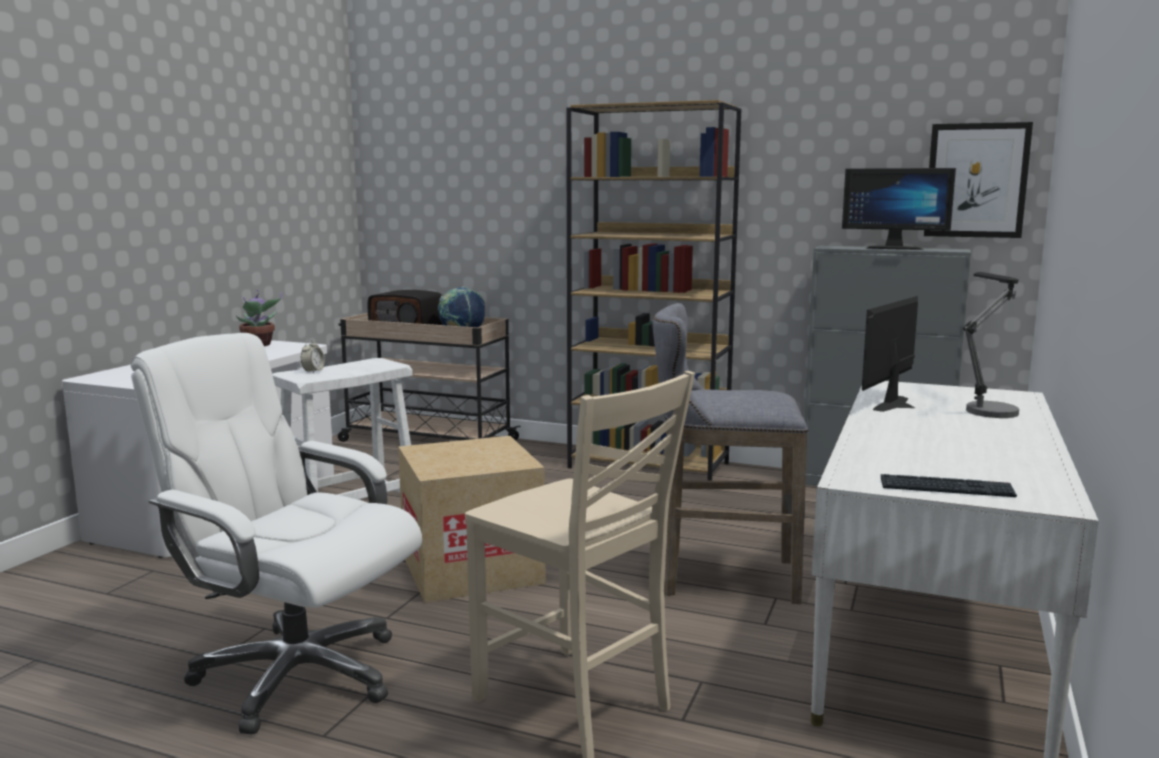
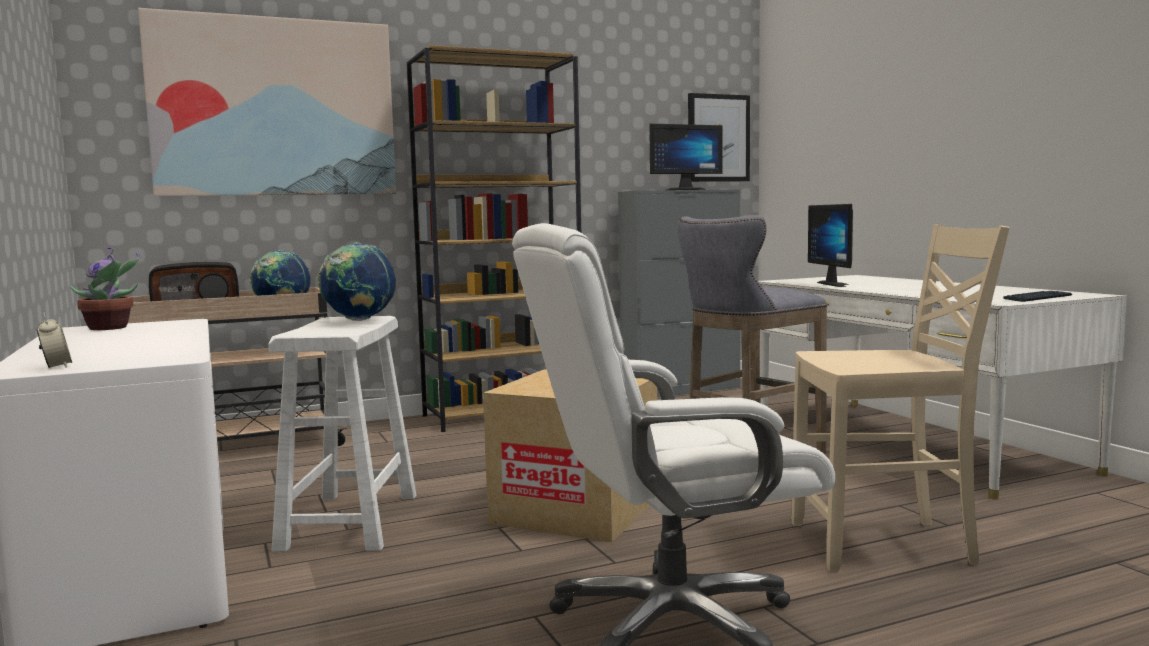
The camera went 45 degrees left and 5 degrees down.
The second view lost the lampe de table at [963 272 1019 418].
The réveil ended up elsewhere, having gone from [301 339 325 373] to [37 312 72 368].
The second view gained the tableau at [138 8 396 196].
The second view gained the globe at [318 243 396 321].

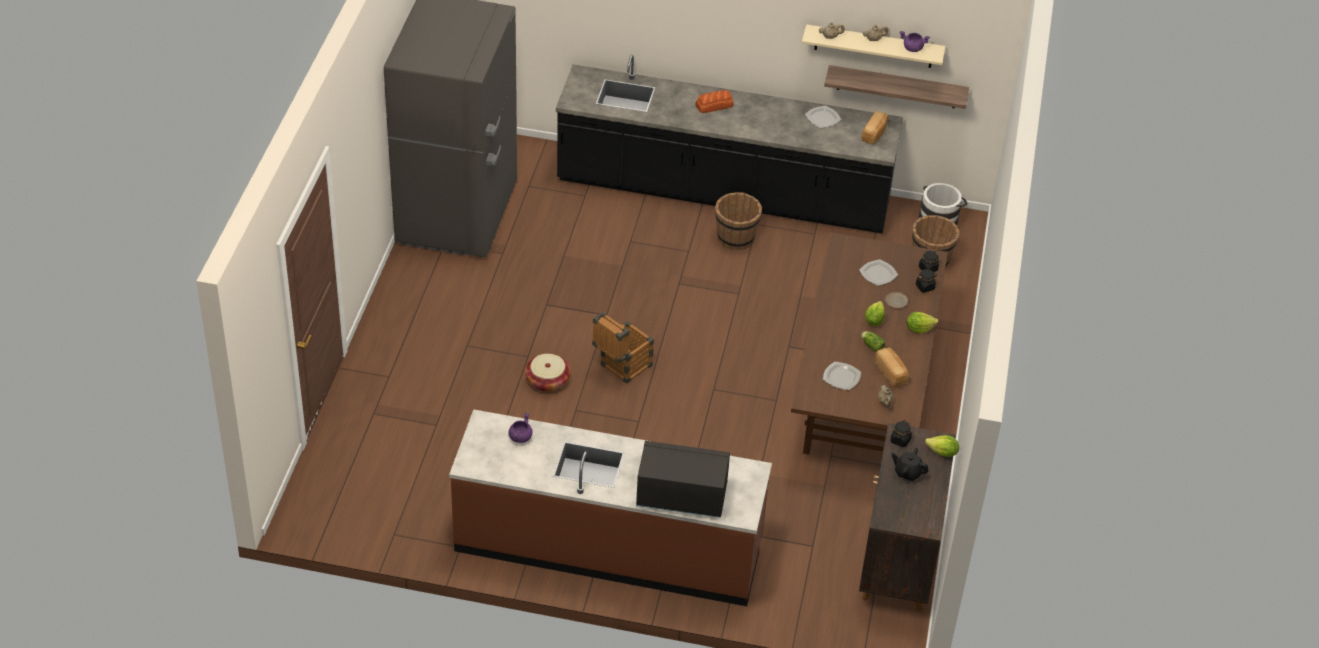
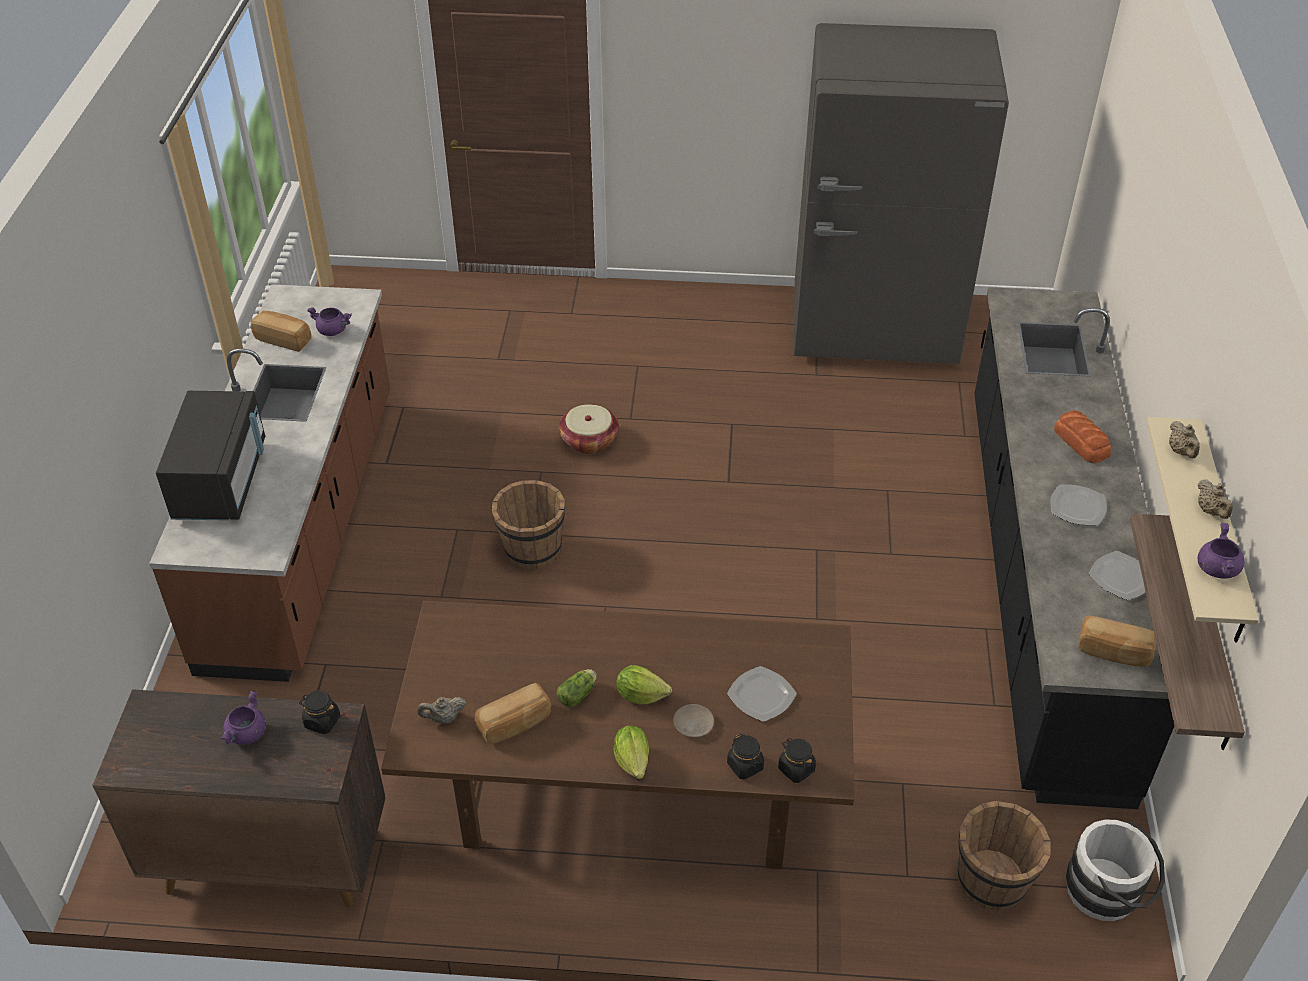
The camera went 85 degrees right and 0 degrees up.
The seau [marron] ended up elsewhere, having gone from [715 192 762 250] to [492 480 565 569].
The second view lost the caisse at [592 311 654 384].
The assiette ended up elsewhere, having gone from [823 362 861 390] to [1050 484 1107 526].
The second view lost the laitue at [925 435 959 457].
Where the théière [noir] stood at [891 448 928 481], the marmite [violet] came to stand at [221 691 266 745].
The second view gained the pain at [251 311 311 352].

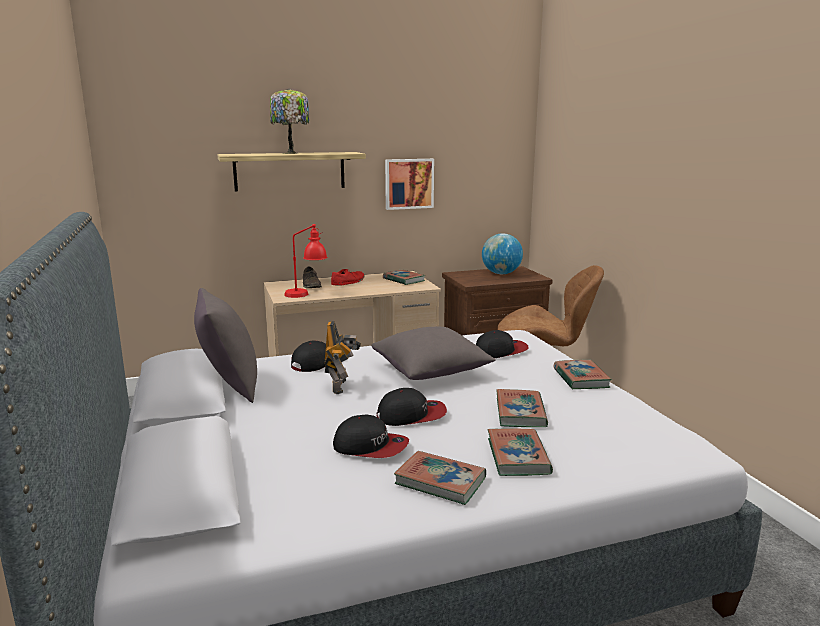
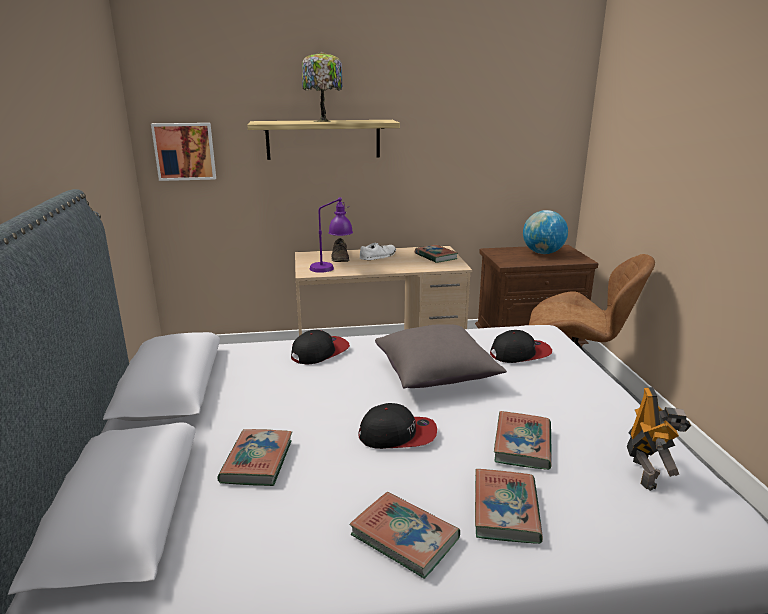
The camera went 10 degrees right and 5 degrees up.
The tableau ended up elsewhere, having gone from [385 159 434 210] to [151 123 216 181].
What was the lampe de table [rouge] at [284 224 327 298] turned into the lampe de table [violet] at [310 197 353 273].
What was the chaussure [rouge] at [331 269 365 286] turned into the chaussure [blanc] at [360 243 396 260].
The second view lost the coussin [gris] at [194 288 257 403].
The robot jouet ended up elsewhere, having gone from [324 321 361 394] to [627 387 691 491].
The livre ended up elsewhere, having gone from [553 360 612 389] to [217 429 292 486].
The second view lost the casquette at [333 415 409 458].

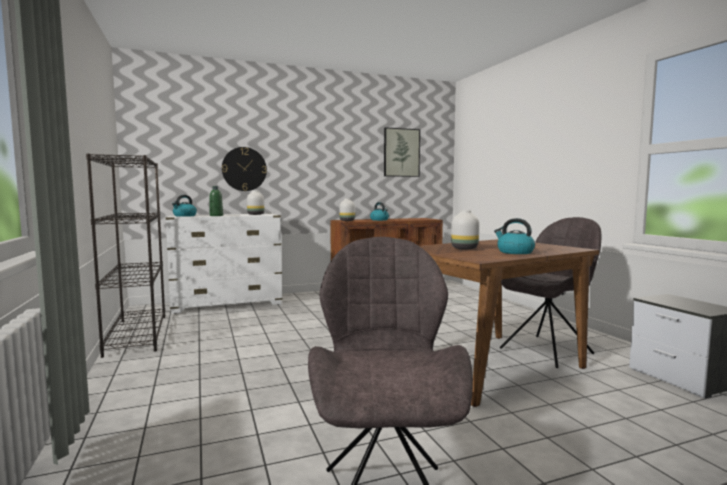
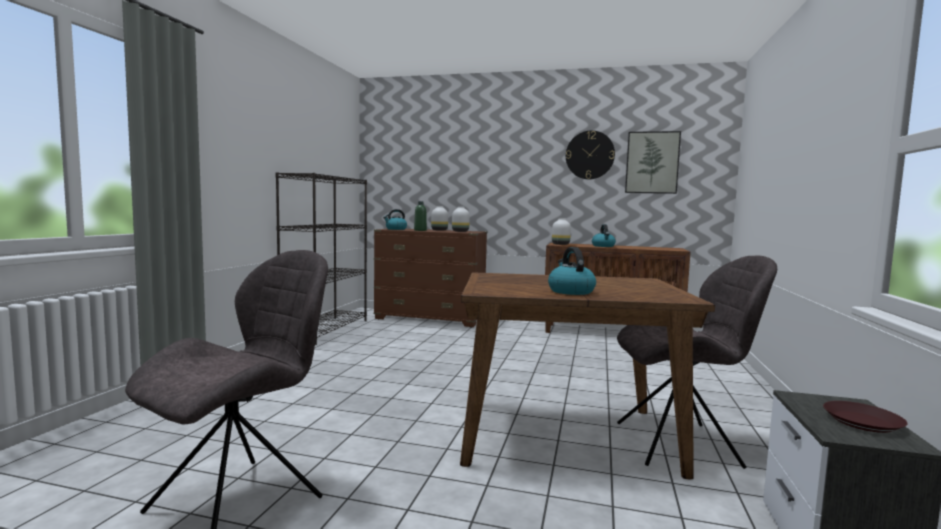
The camera went 35 degrees right and 0 degrees up.
The horloge murale ended up elsewhere, having gone from [222 147 267 191] to [566 130 615 179].
The vase [blanc] ended up elsewhere, having gone from [451 210 479 249] to [431 206 448 231].
What was the commode [blanc] at [166 213 282 314] turned into the commode [marron] at [374 229 487 328].
The second view gained the assiette [marron] at [823 401 908 433].

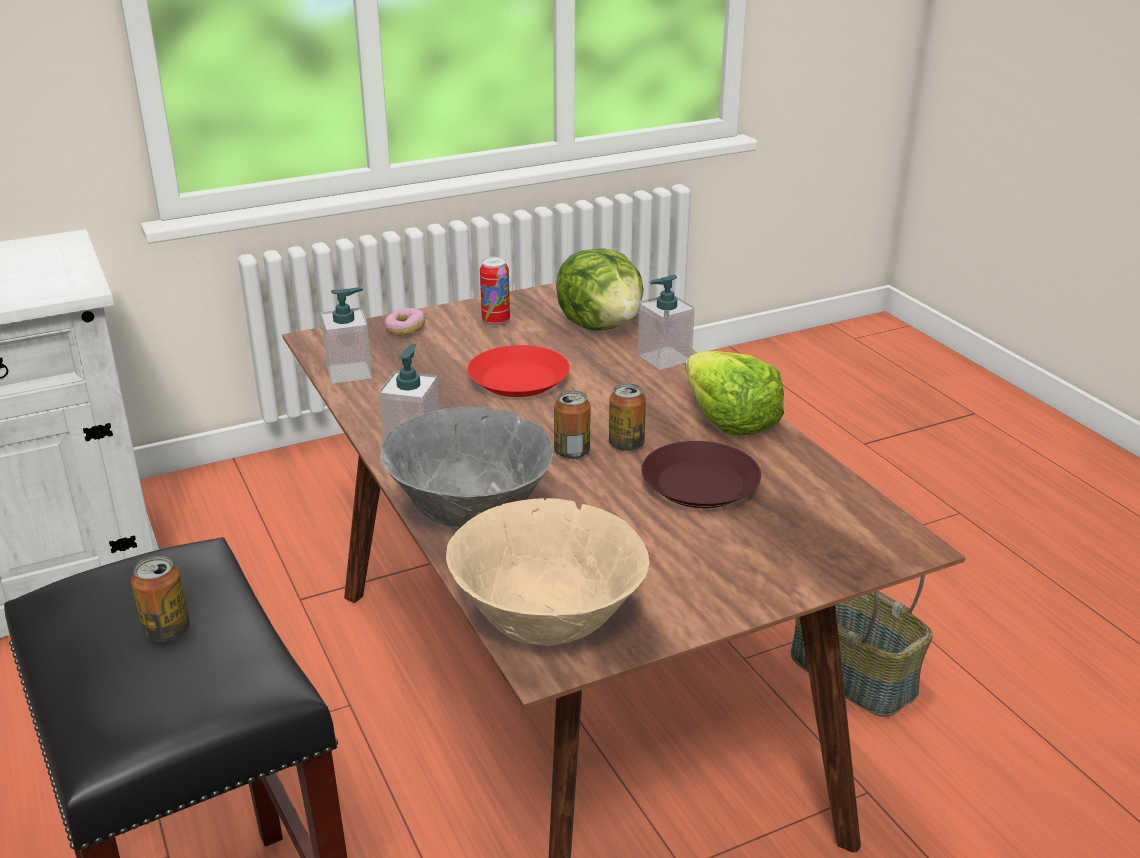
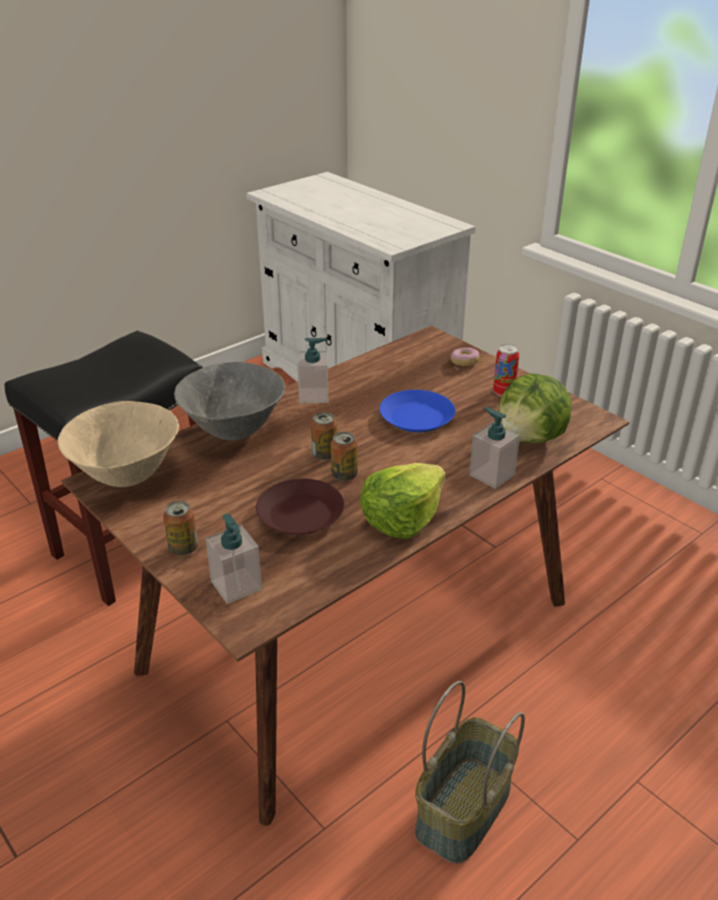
The camera went 75 degrees right and 5 degrees up.
The distributeur de savon ended up elsewhere, having gone from [321 287 372 384] to [205 514 262 604].
What was the assiette [rouge] at [467 345 570 397] turned into the assiette [bleu] at [380 390 455 432].
The boîte métallique ended up elsewhere, having gone from [131 556 190 641] to [163 501 198 555].

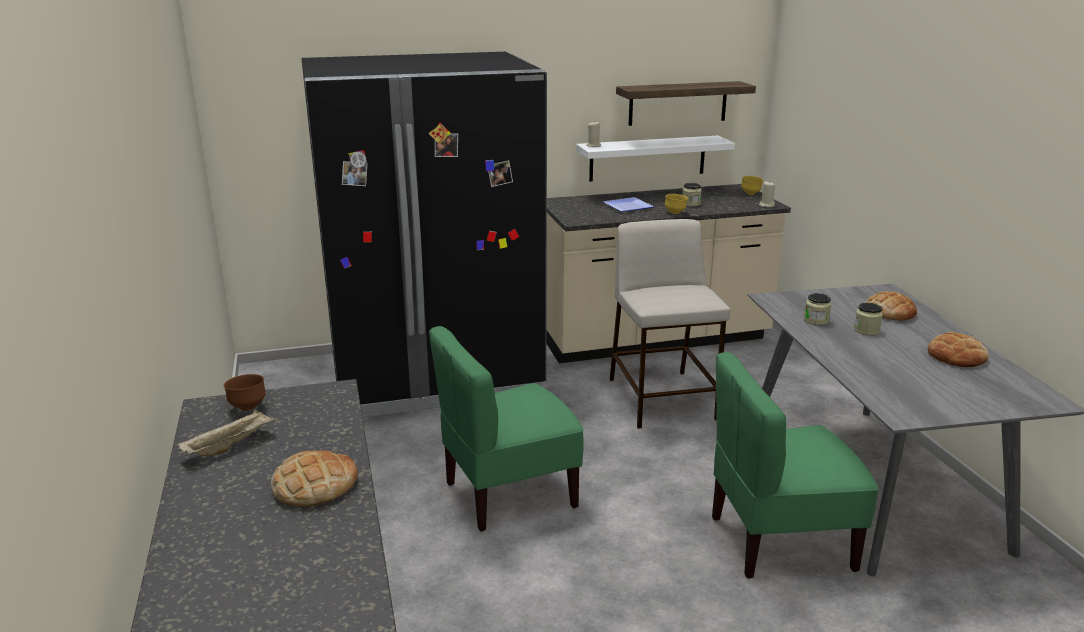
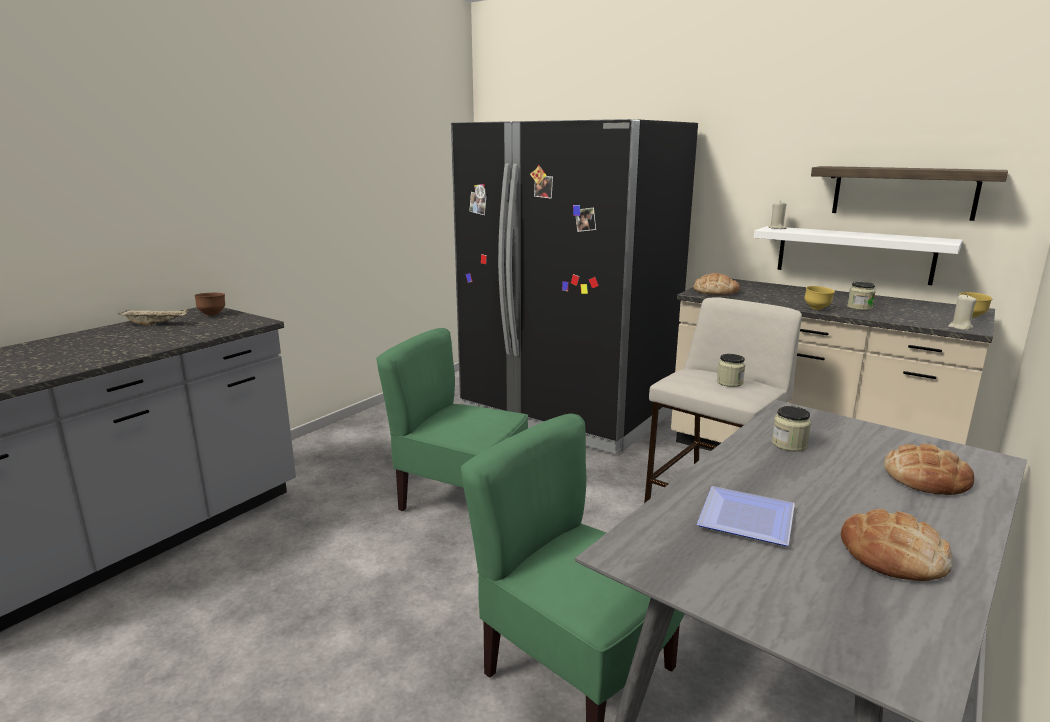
The camera went 50 degrees right and 5 degrees down.
The assiette ended up elsewhere, having gone from [603 197 654 212] to [697 486 795 546].
The bocal ended up elsewhere, having gone from [854 303 883 335] to [717 354 745 387].
The pain ended up elsewhere, having gone from [271 450 358 507] to [693 273 740 295].

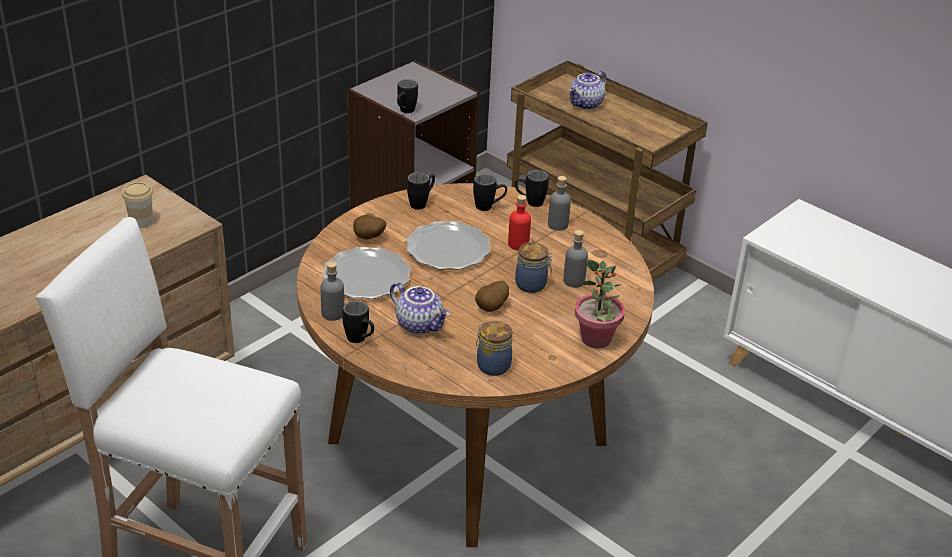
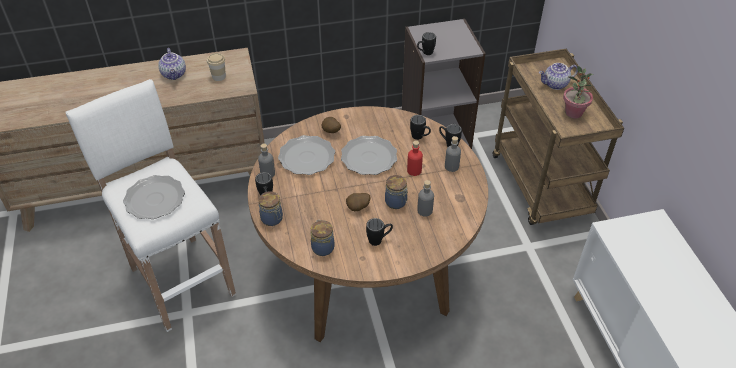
The camera went 35 degrees right and 10 degrees up.
The mug [noir] ended up elsewhere, having gone from [407 172 435 210] to [366 218 393 246].
The plante en pot ended up elsewhere, having gone from [575 260 625 349] to [563 66 593 119].
The théière ended up elsewhere, having gone from [390 282 450 334] to [158 48 186 80].
The second view gained the assiette at [123 175 185 219].
The second view gained the bocal at [258 191 283 226].

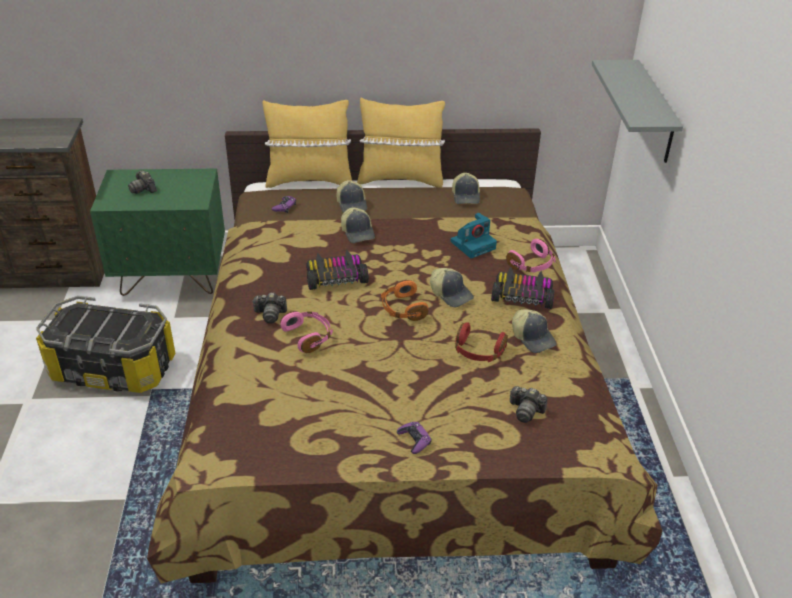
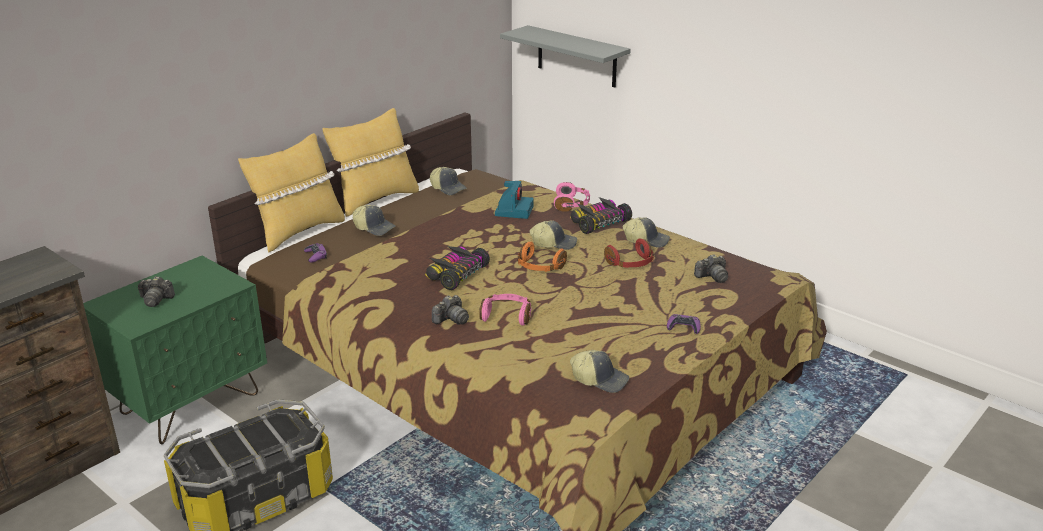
The camera went 45 degrees left and 10 degrees down.
The casquette ended up elsewhere, having gone from [341 208 375 243] to [570 350 629 393].

